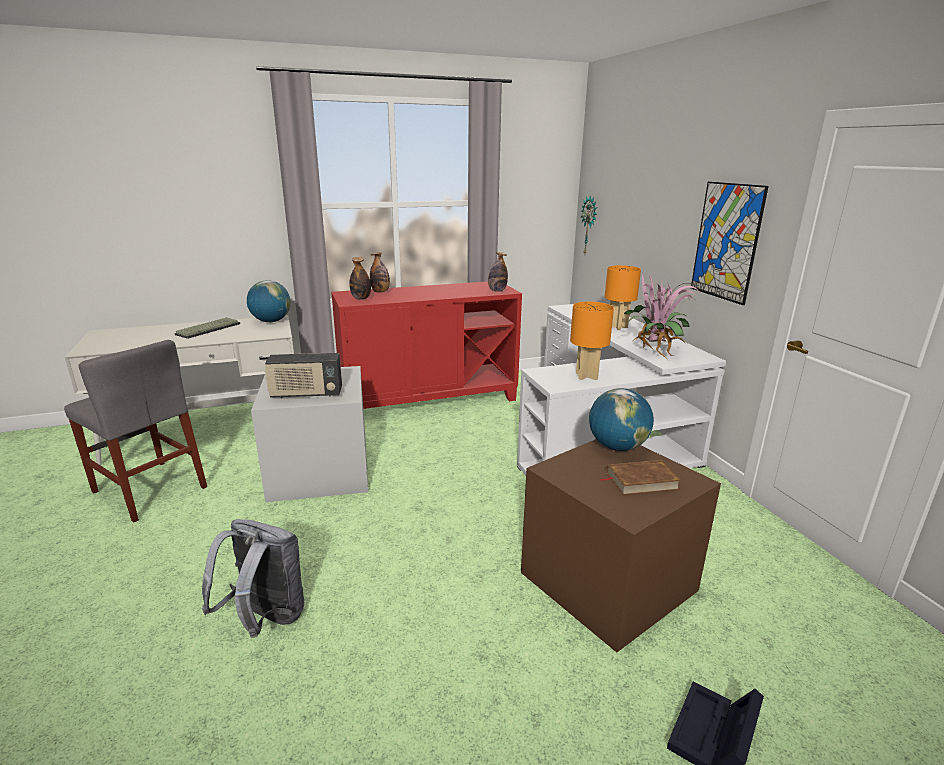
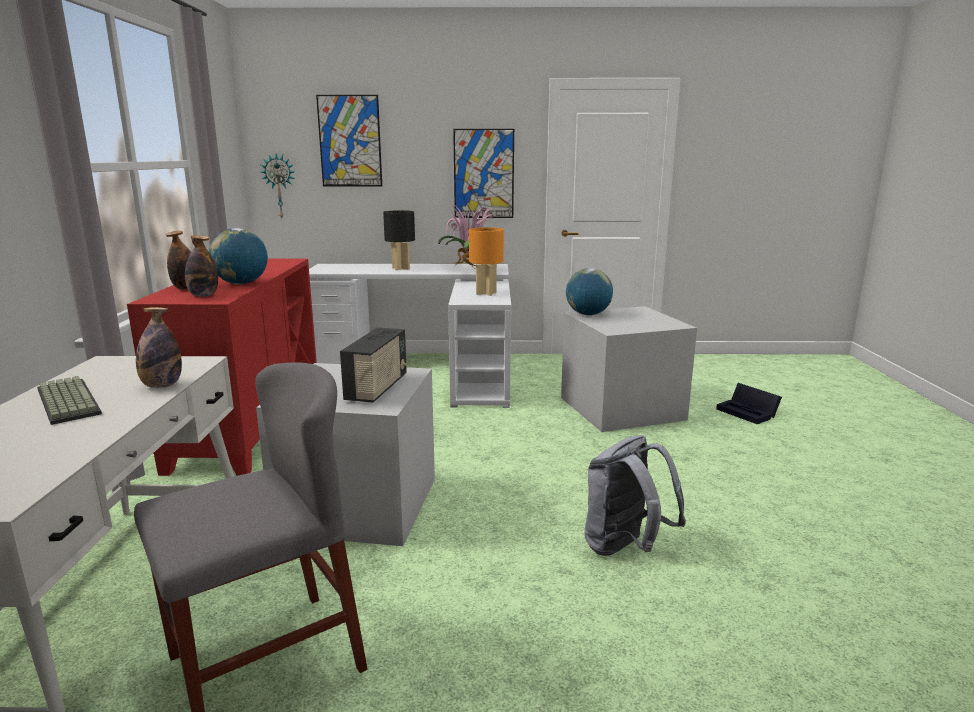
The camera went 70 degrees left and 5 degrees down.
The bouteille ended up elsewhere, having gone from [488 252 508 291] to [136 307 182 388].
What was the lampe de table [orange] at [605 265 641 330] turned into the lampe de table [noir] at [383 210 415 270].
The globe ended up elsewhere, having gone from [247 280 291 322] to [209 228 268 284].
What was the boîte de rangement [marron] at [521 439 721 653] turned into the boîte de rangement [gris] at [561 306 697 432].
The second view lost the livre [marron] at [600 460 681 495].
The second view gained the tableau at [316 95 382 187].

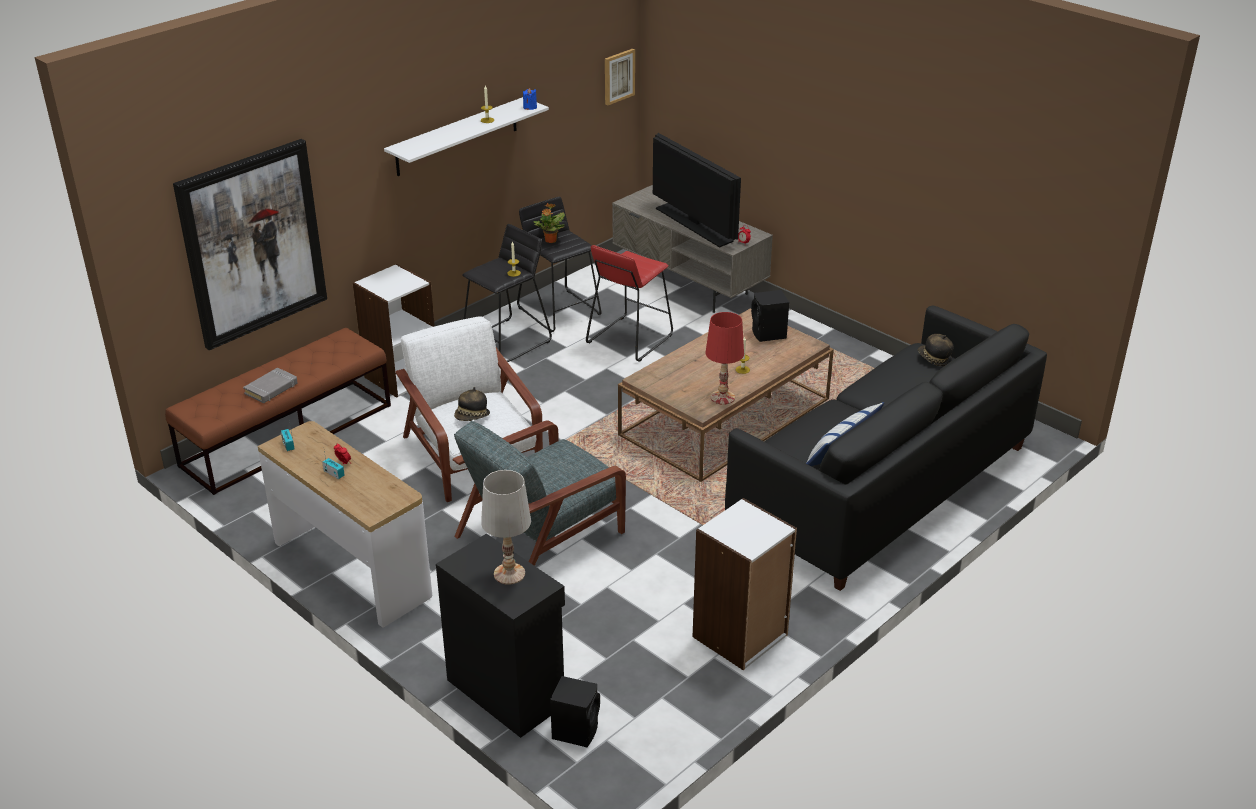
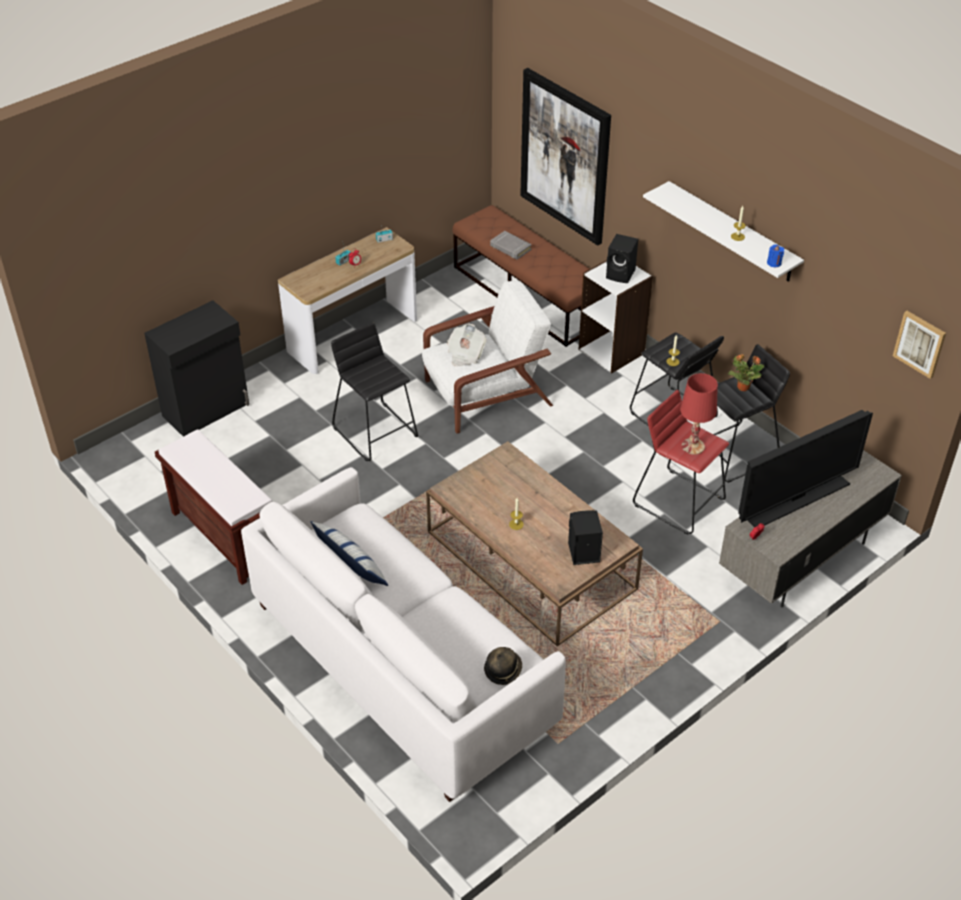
The camera went 95 degrees right and 10 degrees up.
What was the canapé [noir] at [725 305 1047 591] turned into the canapé [blanc] at [241 467 566 802].
The lampe de table [rouge] ended up elsewhere, having gone from [706 312 744 405] to [680 373 718 455].
Where the chapeau stood at [454 387 490 421], the journal came to stand at [447 324 486 366].
Where the fauteuil [gris] stood at [453 420 626 566], the tabouret [noir] came to stand at [331 323 418 461].
The second view lost the lampe de table [blanc] at [481 470 531 585].
Where the bibliothèque [blanc] stood at [693 498 797 670], the banc [marron] came to stand at [155 429 272 585].
The enceinte [noir] ended up elsewhere, having gone from [550 676 600 747] to [606 234 638 283].

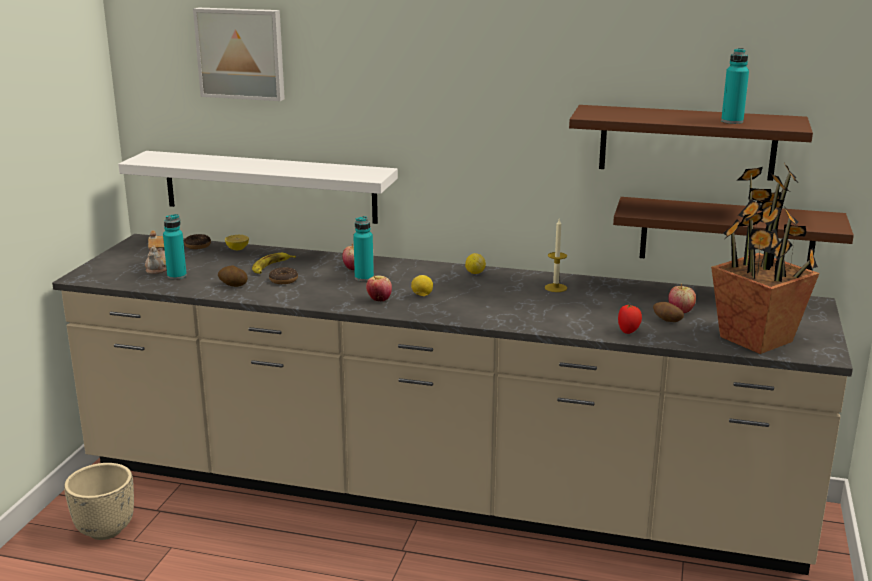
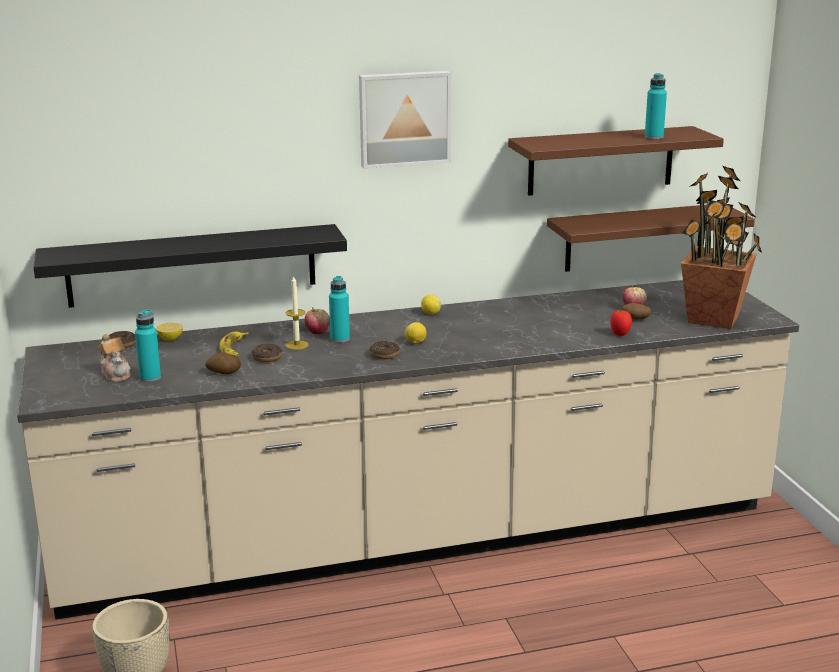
The camera went 30 degrees left and 0 degrees up.
The tableau ended up elsewhere, having gone from [193 8 285 101] to [359 71 451 169].
What was the étagère [blanc] at [118 151 398 224] turned into the étagère [noir] at [33 224 347 308].
The bougie ended up elsewhere, having gone from [545 219 567 292] to [286 275 308 350].
Where the pomme stood at [366 275 392 301], the beignet came to stand at [369 341 400 359].

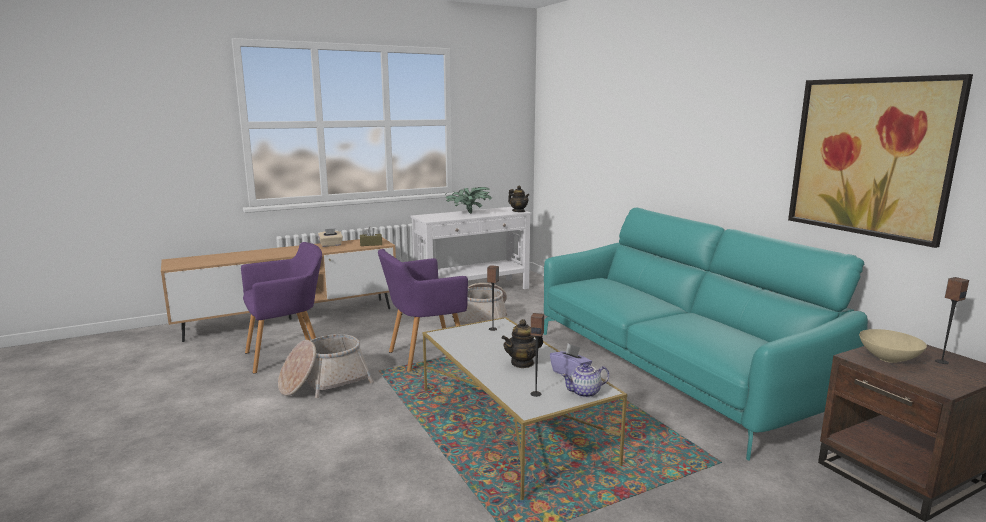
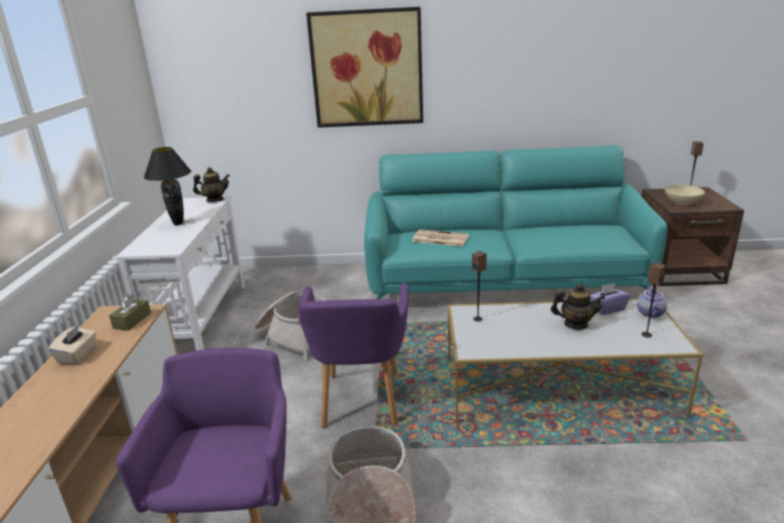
The camera went 60 degrees left and 10 degrees up.
The tableau ended up elsewhere, having gone from [788 74 973 248] to [306 7 423 128].
Where the plante en pot stood at [445 187 492 214], the lampe de table [noir] came to stand at [144 147 191 225].
The théière at [502 319 543 368] ended up facing another way, 75 degrees counterclockwise from before.
The second view gained the journal at [412 229 469 247].

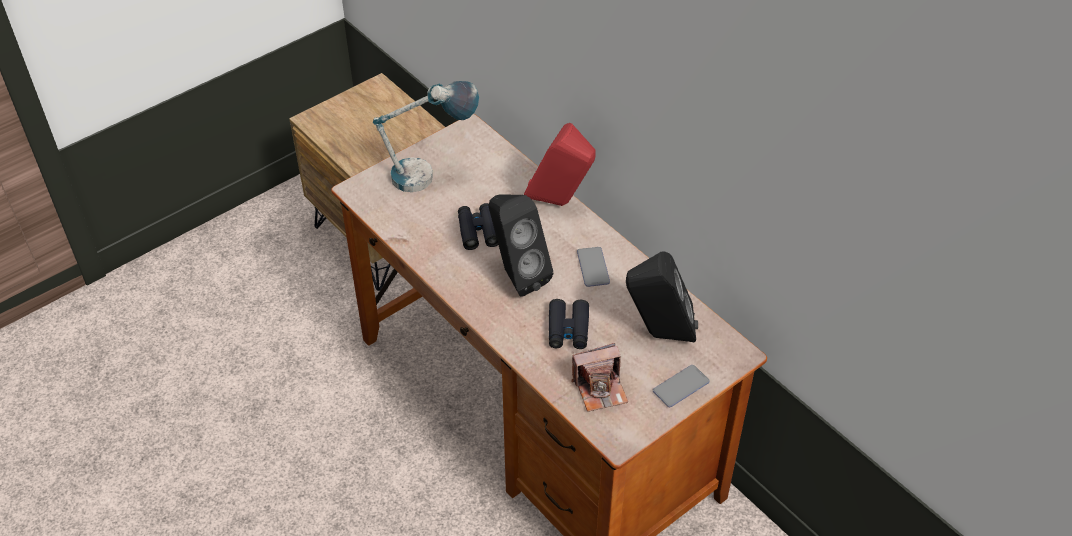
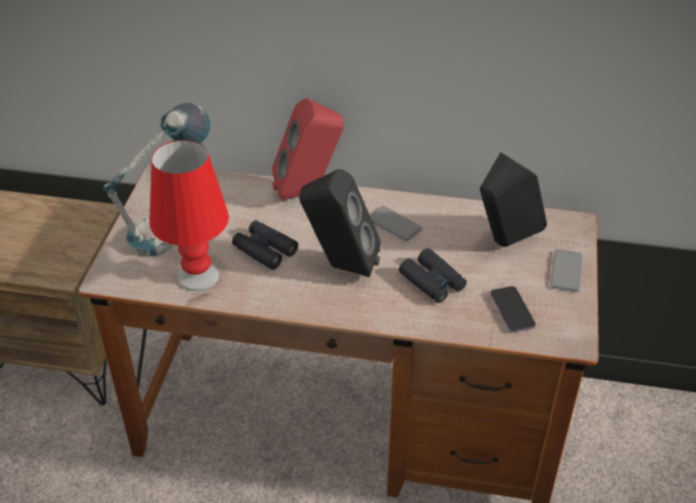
The camera went 40 degrees left and 5 degrees down.
Where the appareil photo stood at [572 343 628 412], the téléphone came to stand at [490 286 536 333].
The second view gained the lampe de table [rouge] at [149 140 229 291].

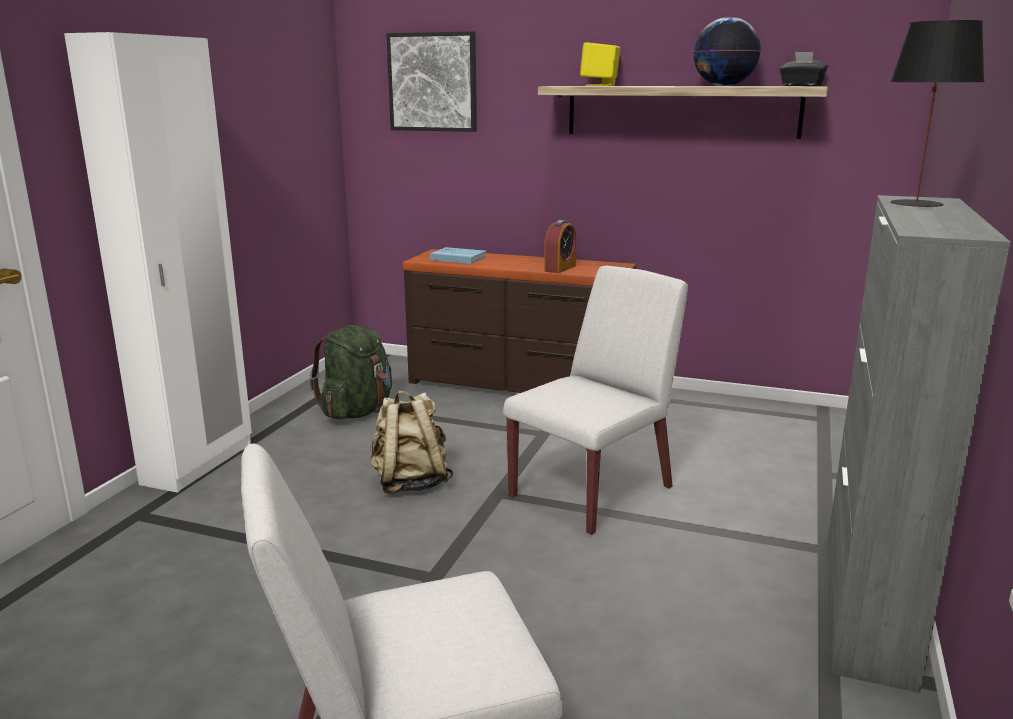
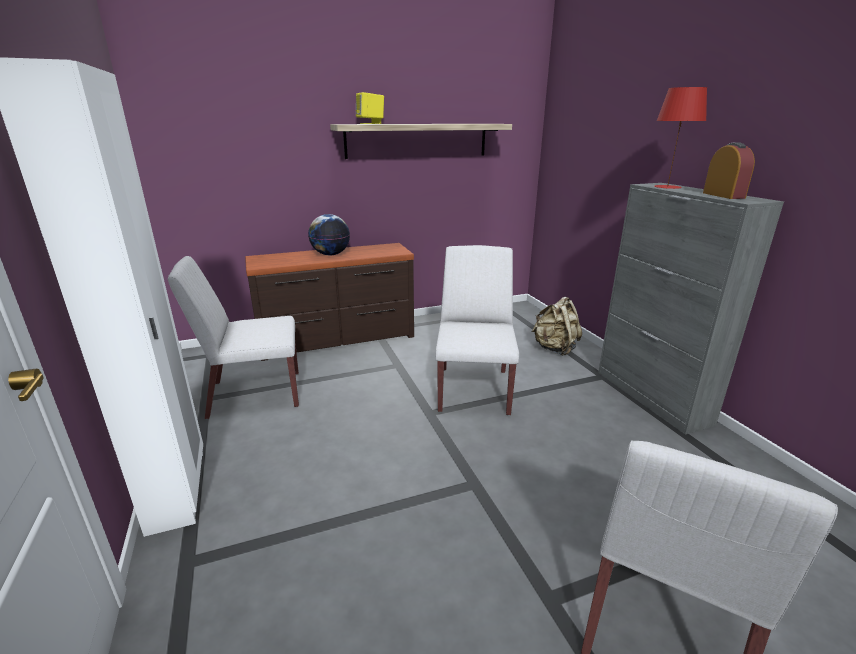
The camera went 40 degrees left and 5 degrees up.
The globe ended up elsewhere, having gone from [693 17 761 86] to [308 214 350 256].
What was the lampe de table [noir] at [890 20 985 207] turned into the lampe de table [rouge] at [654 87 707 189].
The second view lost the tableau at [386 31 477 132].
The second view lost the boîte à mouchoirs [noir] at [780 52 828 86].
The réveil ended up elsewhere, having gone from [544 220 576 273] to [703 142 755 199].
The second view lost the livre [bleu] at [430 247 486 264].
Where the sac à dos [vert] stood at [310 325 392 419], the chaise [blanc] came to stand at [168 256 299 419].
The sac à dos [beige] ended up elsewhere, having gone from [371 390 454 493] to [532 297 582 356].

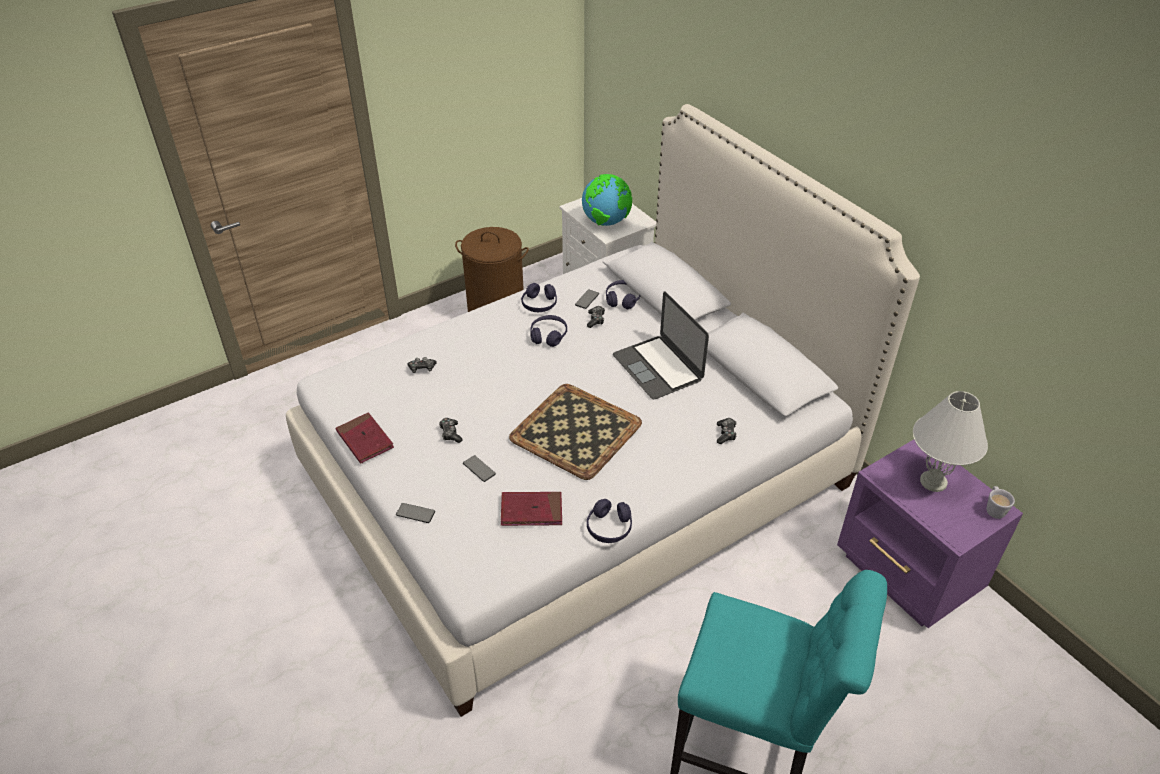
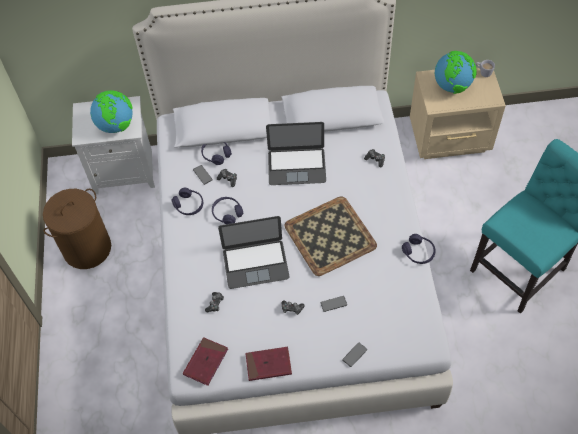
The camera went 60 degrees left and 15 degrees up.
Where the lampe de table [blanc] stood at [913 391 988 492], the globe came to stand at [435 51 477 94].
What was the table de chevet [violet] at [837 440 1023 628] turned into the table de chevet [beige] at [410 65 506 159].
The livre [rouge] ended up elsewhere, having gone from [501 492 562 526] to [183 337 228 386].
The second view gained the ordinateur portable at [218 216 289 289].

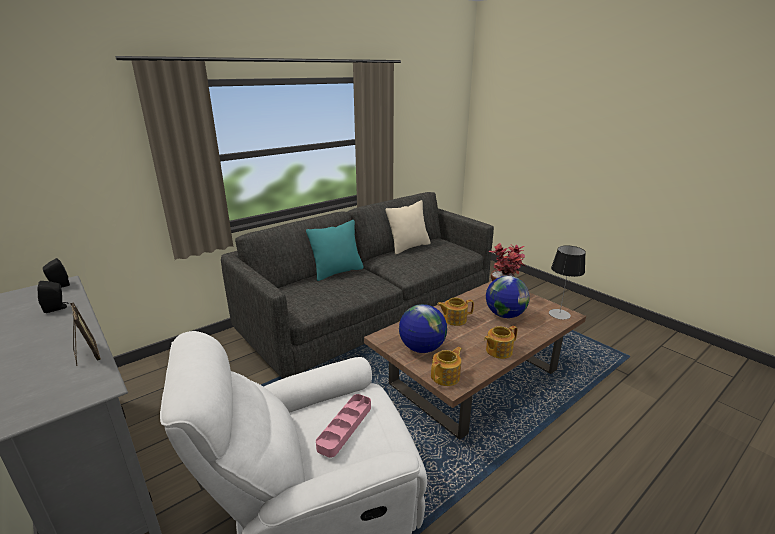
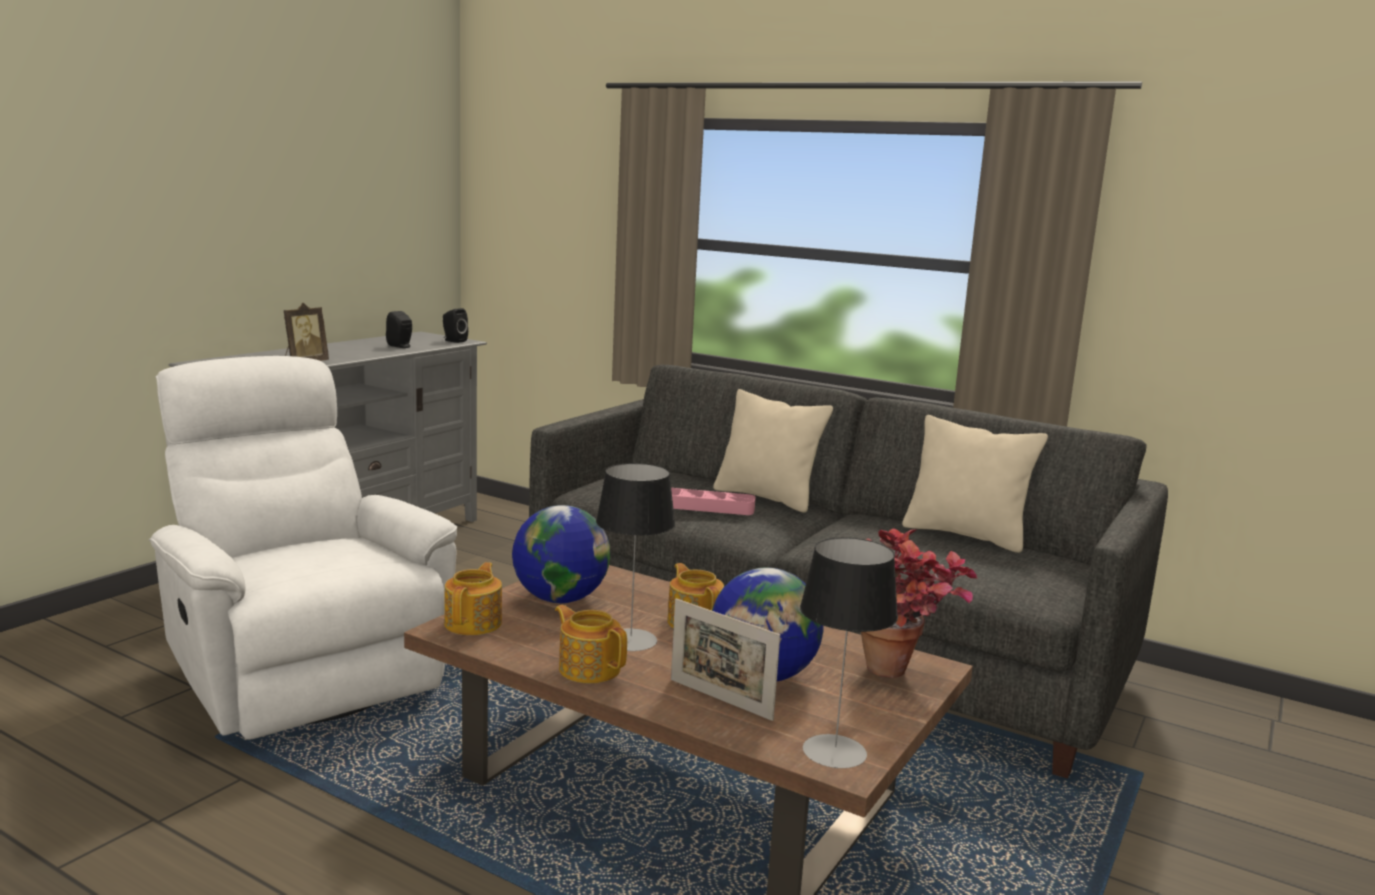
The camera went 70 degrees right and 10 degrees down.
What was the coussin [turquoise] at [306 220 364 281] turned into the coussin [beige] at [713 389 833 513].
The théière at [431 347 462 386] ended up facing another way, 105 degrees counterclockwise from before.
The plateau [rose] ended up elsewhere, having gone from [316 394 371 458] to [671 488 756 515].
The second view gained the lampe de table at [596 463 675 651].
The second view gained the cadre photo at [671 598 780 721].

